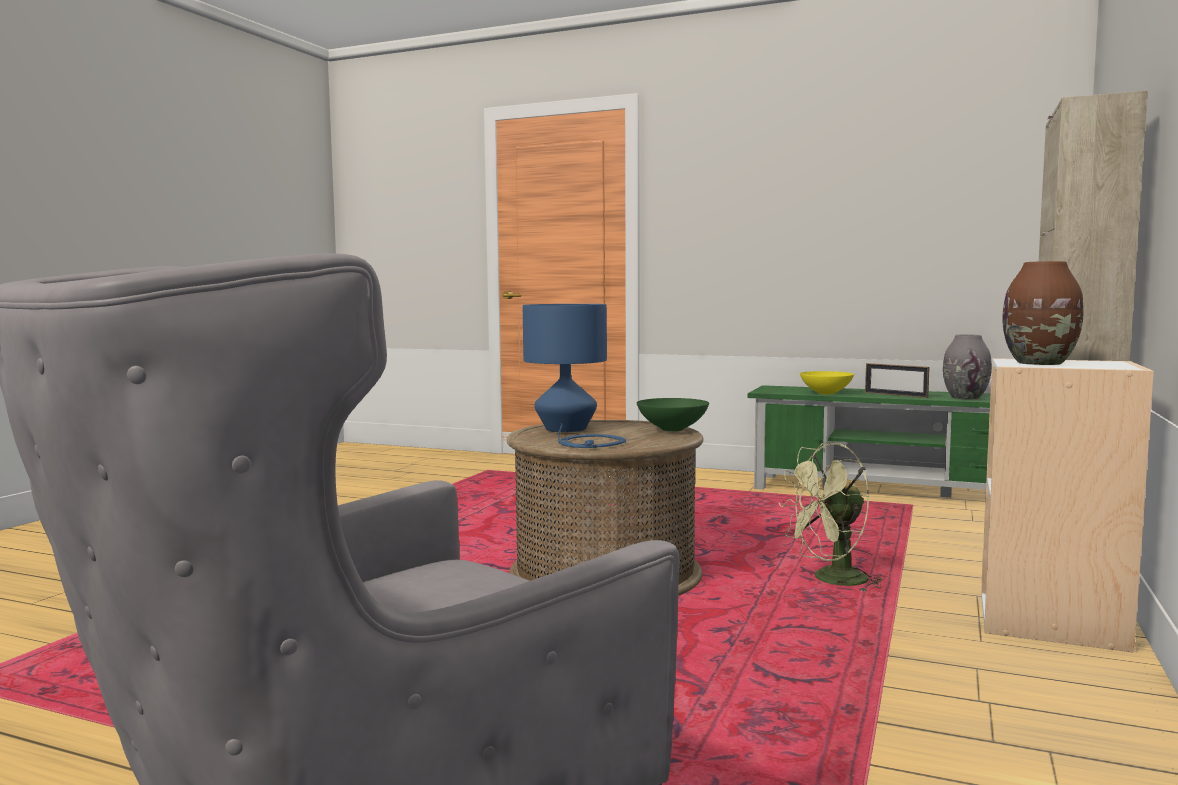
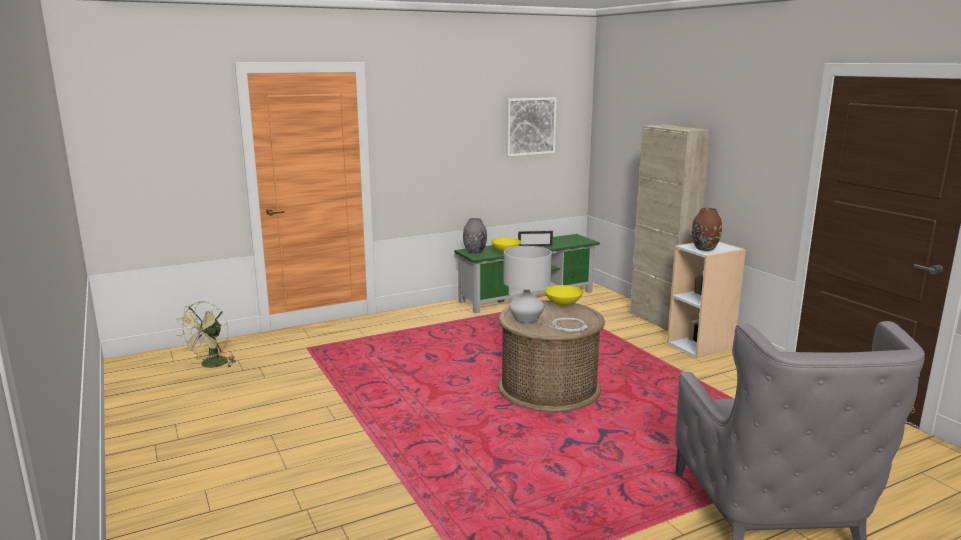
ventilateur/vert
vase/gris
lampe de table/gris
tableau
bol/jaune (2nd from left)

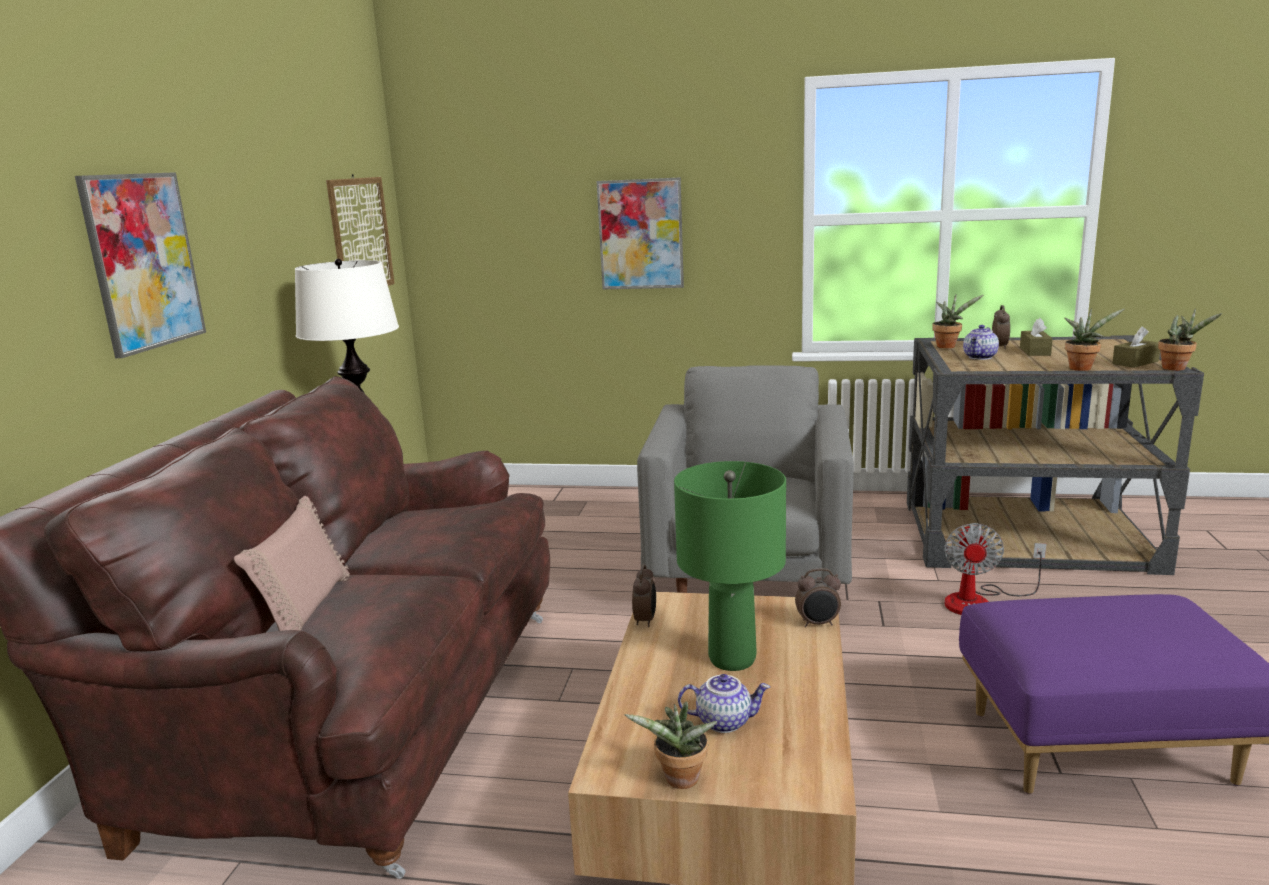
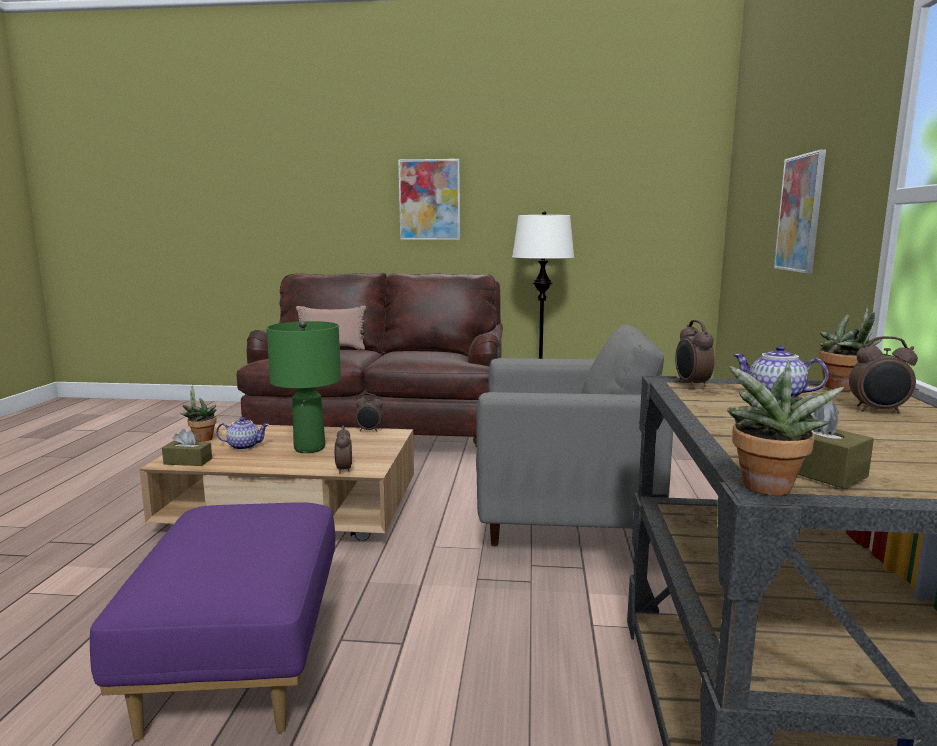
boîte à mouchoirs/marron (1st from left)
théière (1st from left)
réveil (3rd from left)
tableau (2nd from left in the first image)
ventilateur
plante en pot (3rd from left in the first image)

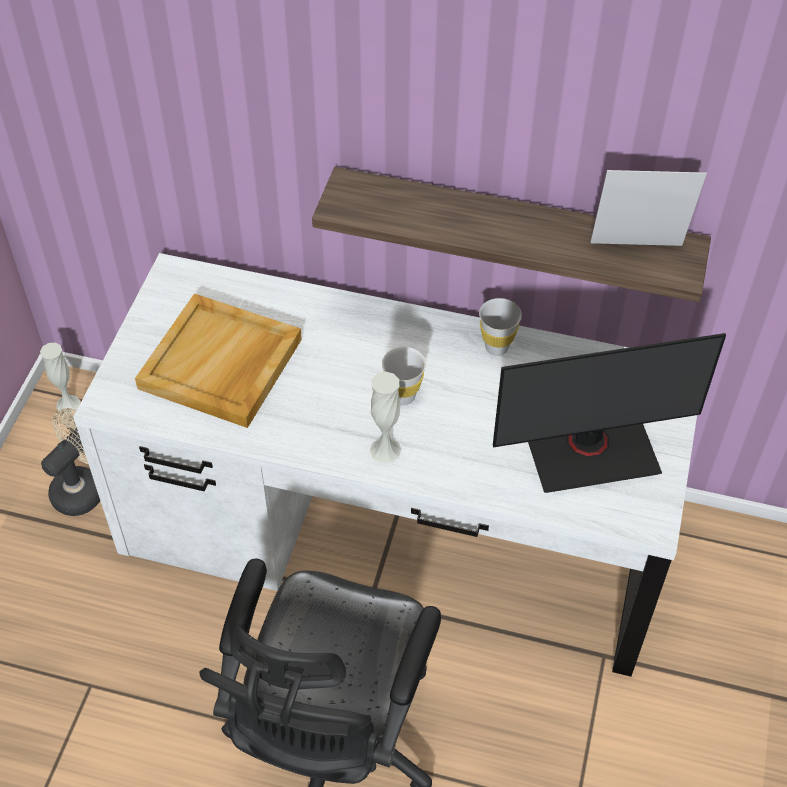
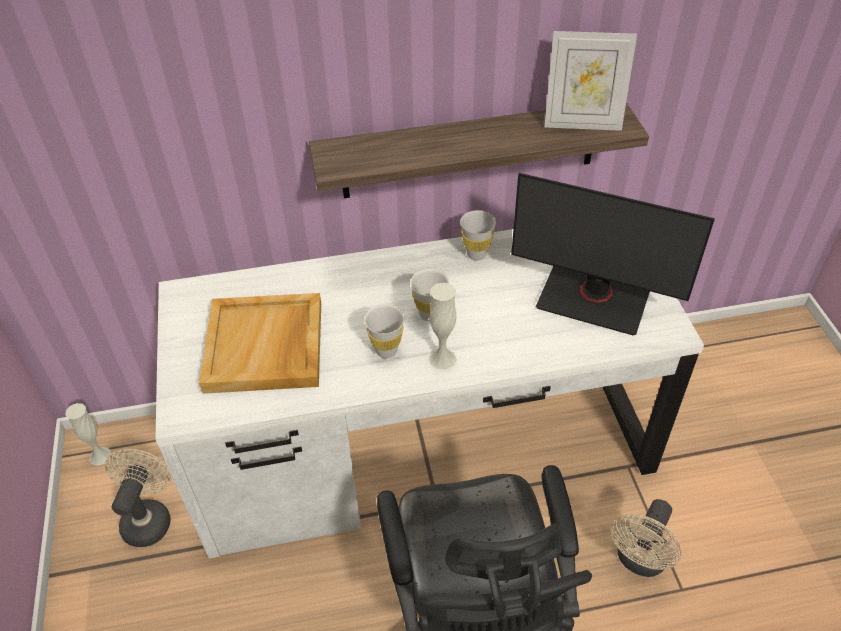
tasse/blanc (1st from left)
écran d'ordinateur
cadre photo
ventilateur/beige (2nd from left)

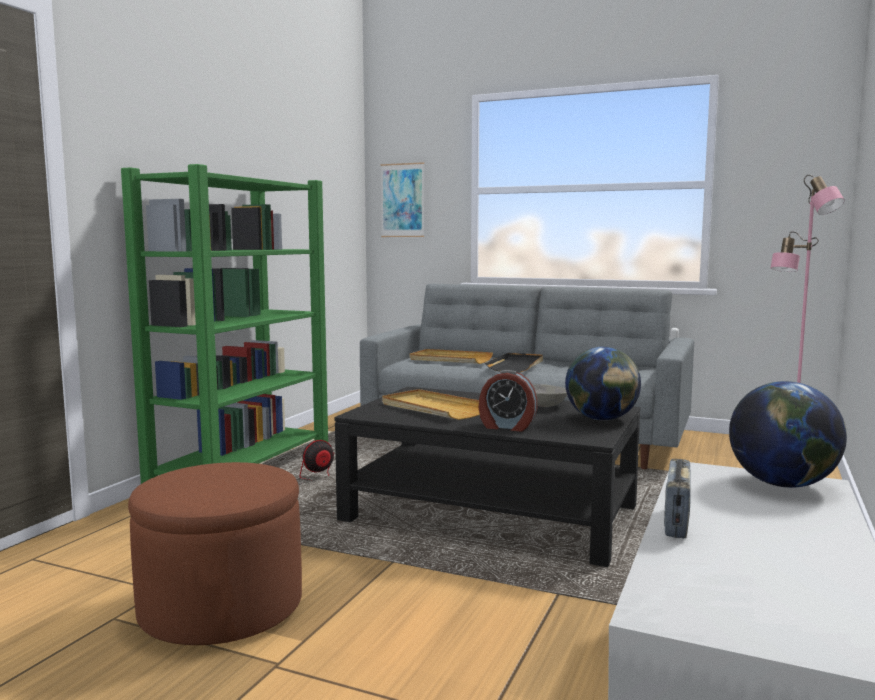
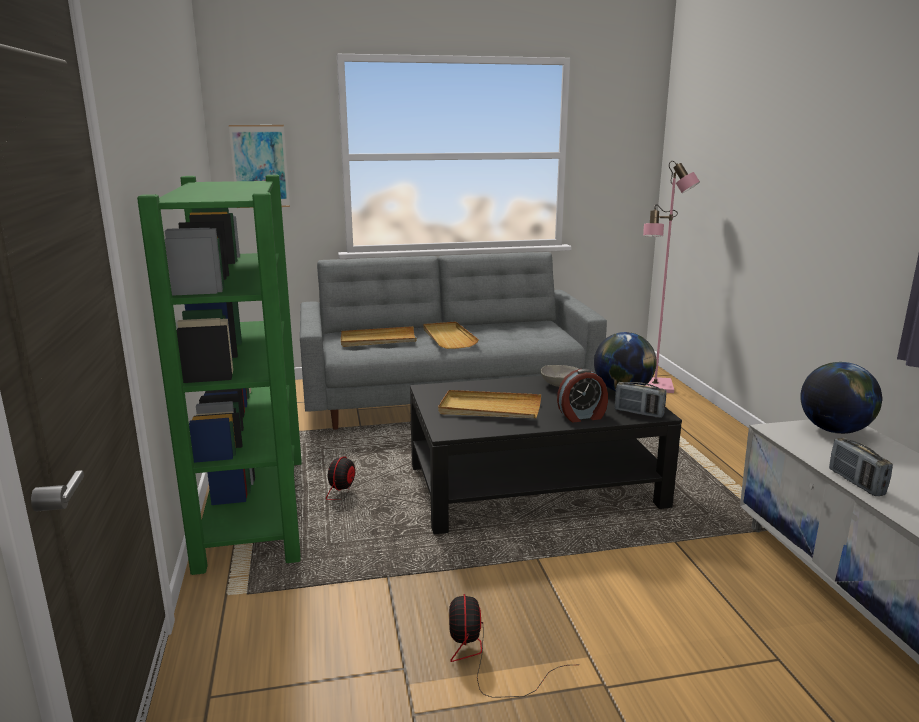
plateau/beige (2nd from left)
ventilateur (2nd from left)
radio (1st from left)

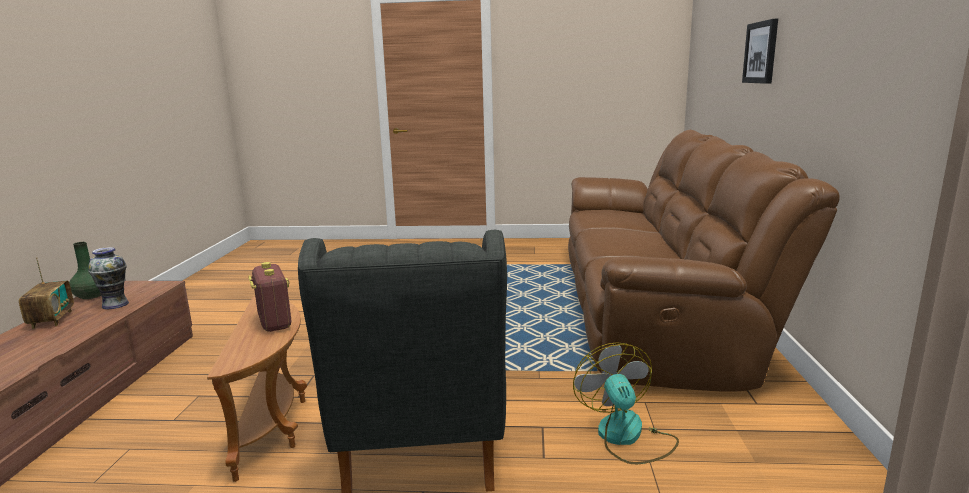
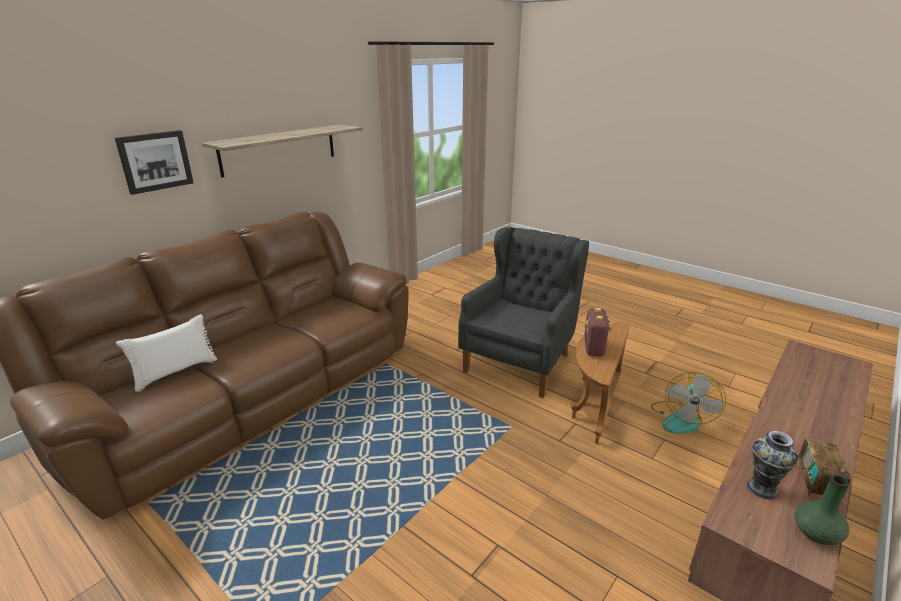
coussin/blanc
étagère
ventilateur

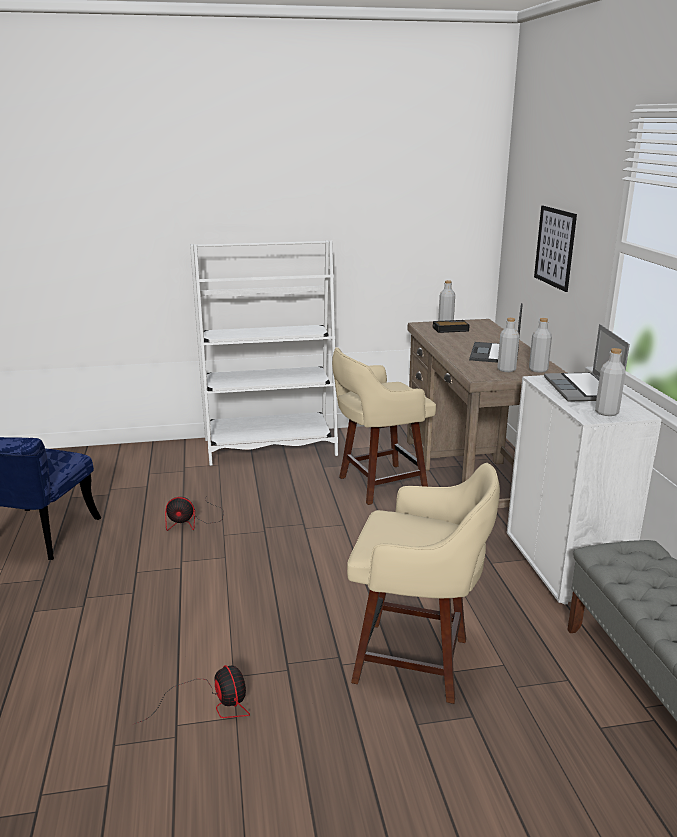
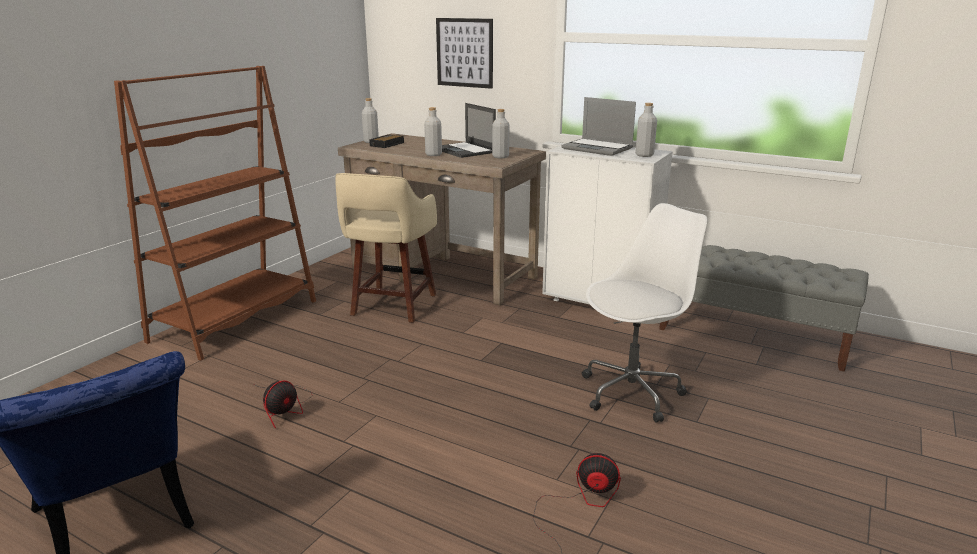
bibliothèque/marron
bouteille/gris (2nd from left)
chaise de bureau/blanc

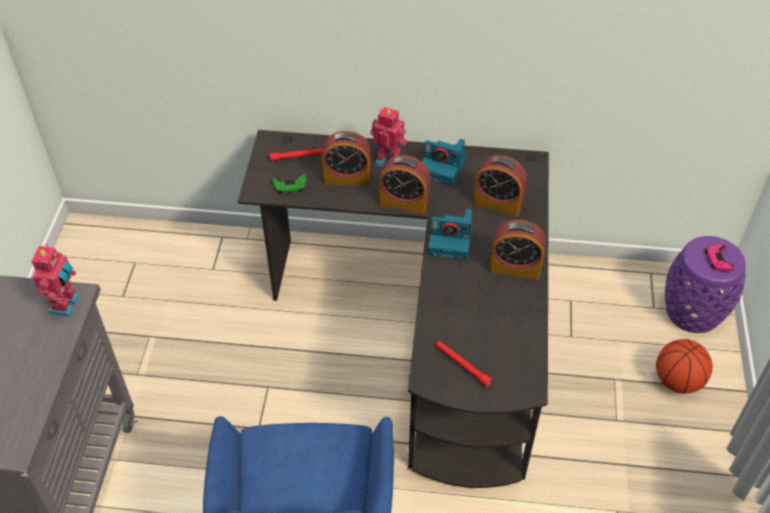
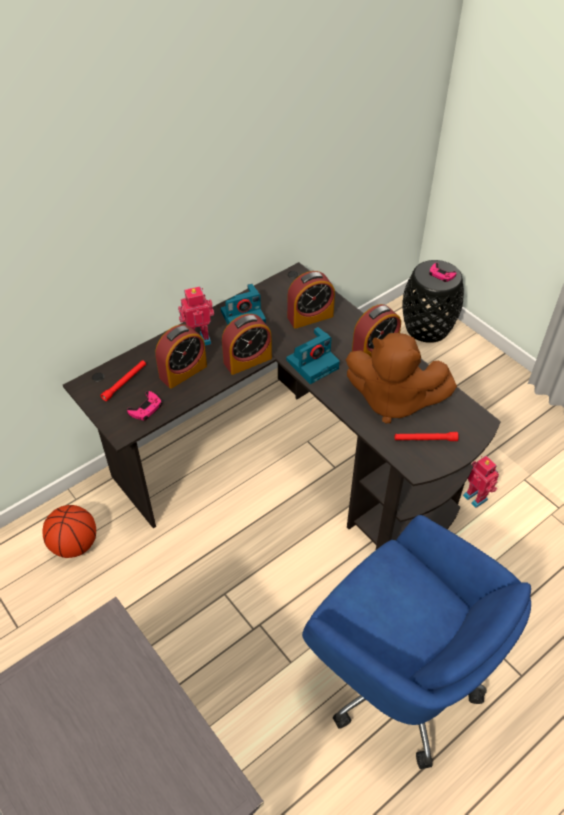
ballon de basket
manette/rose (1st from left)
peluche/marron
tabouret/noir
robot jouet (2nd from left)

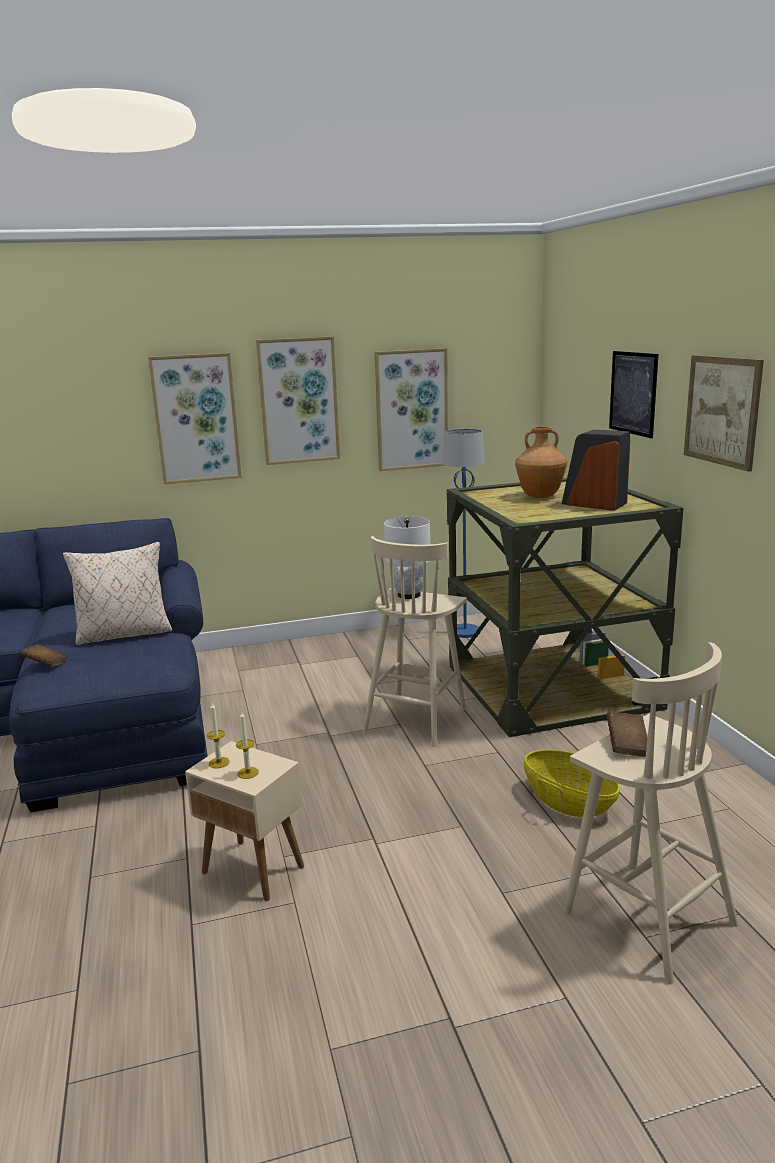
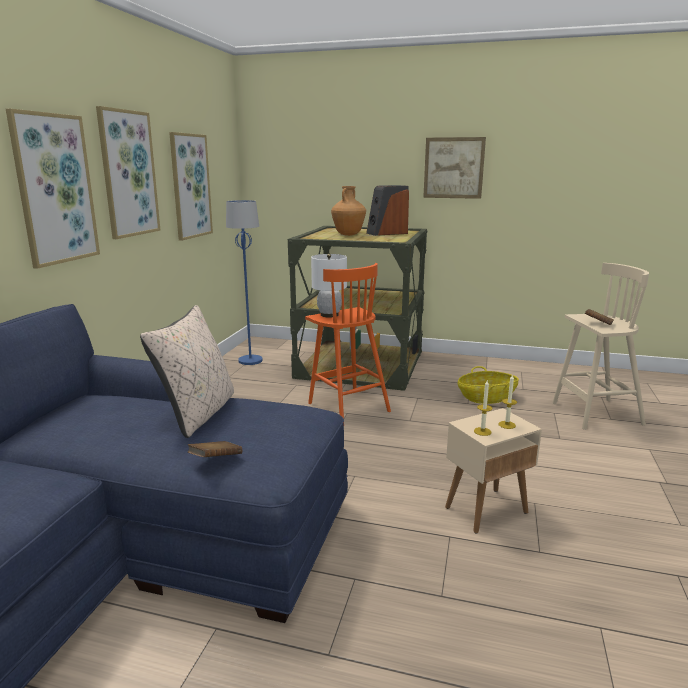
tabouret/orange
tableau (4th from left in the first image)

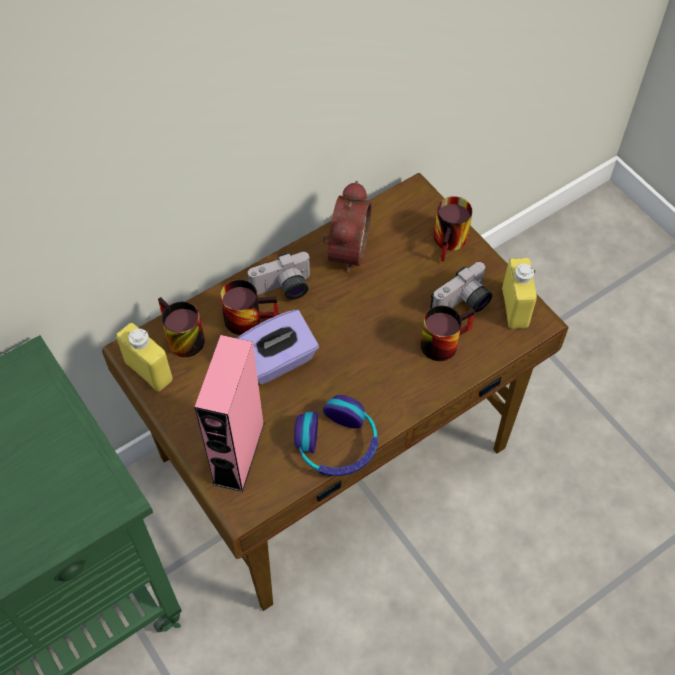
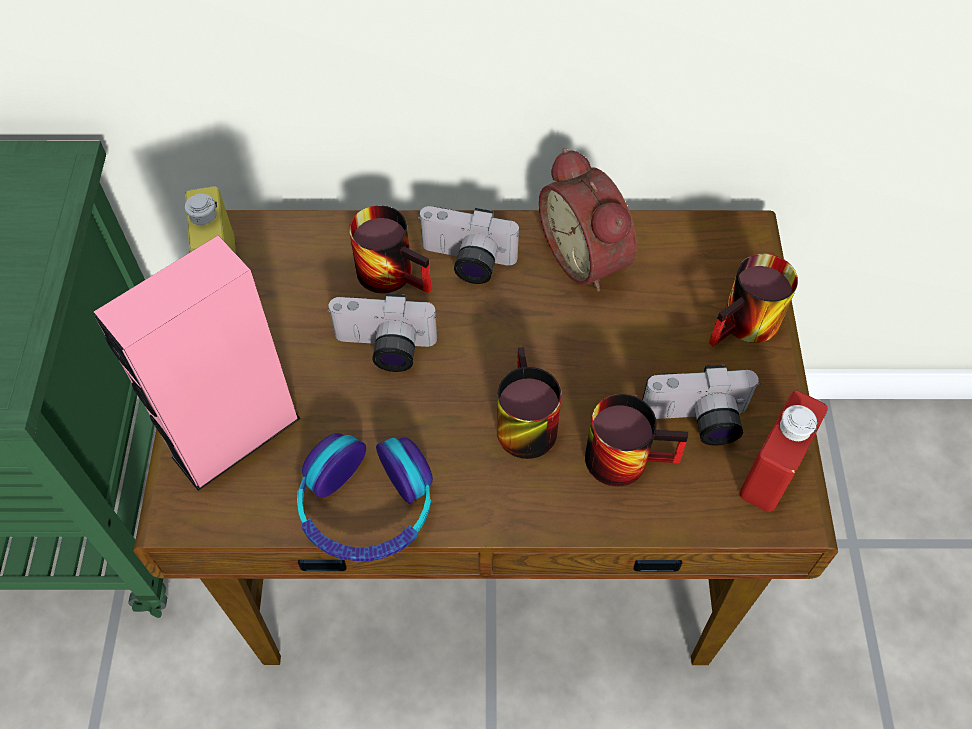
appareil photo (1st from left)
mug (2nd from left)
réveil
bouteille/rouge

